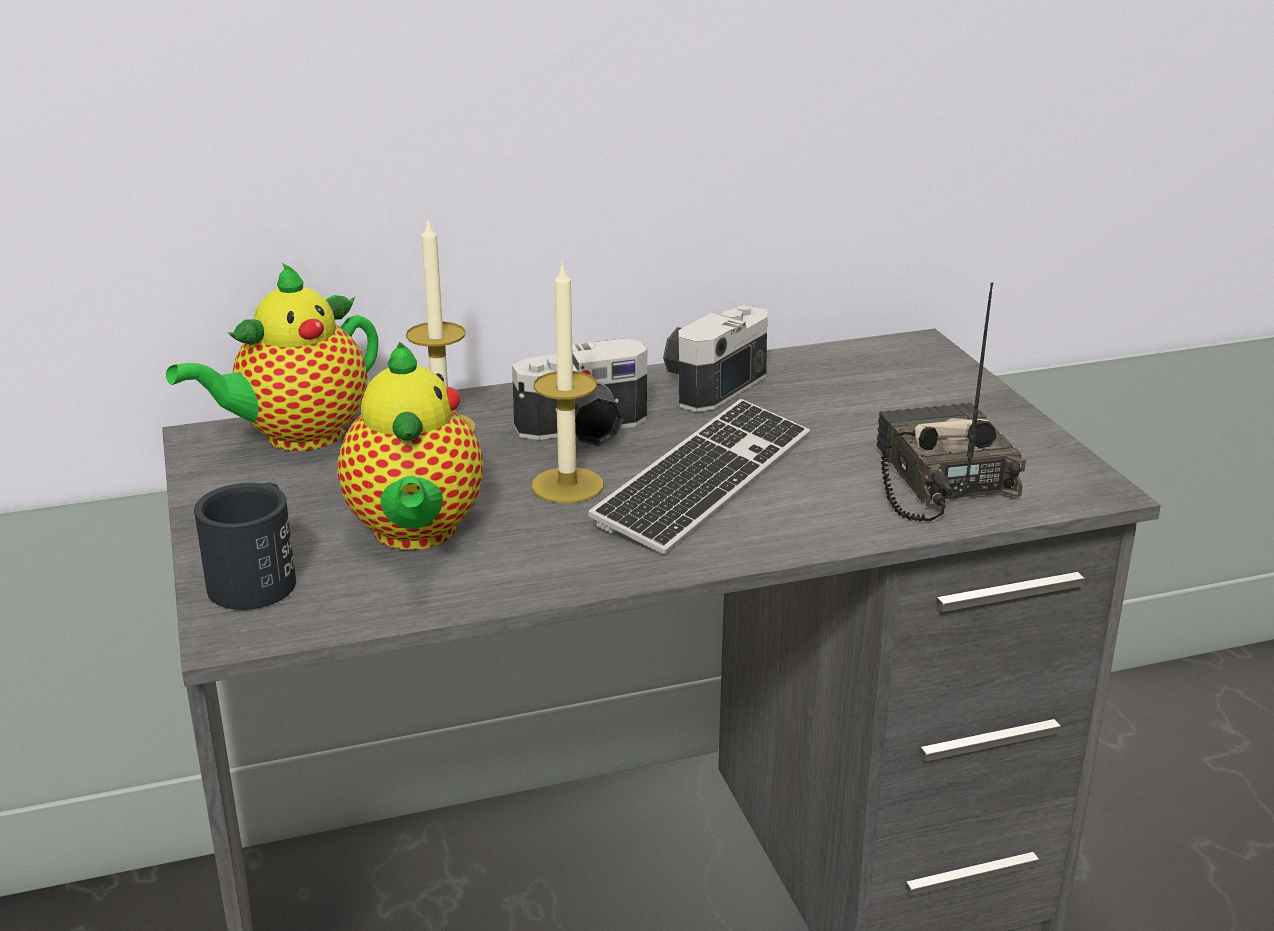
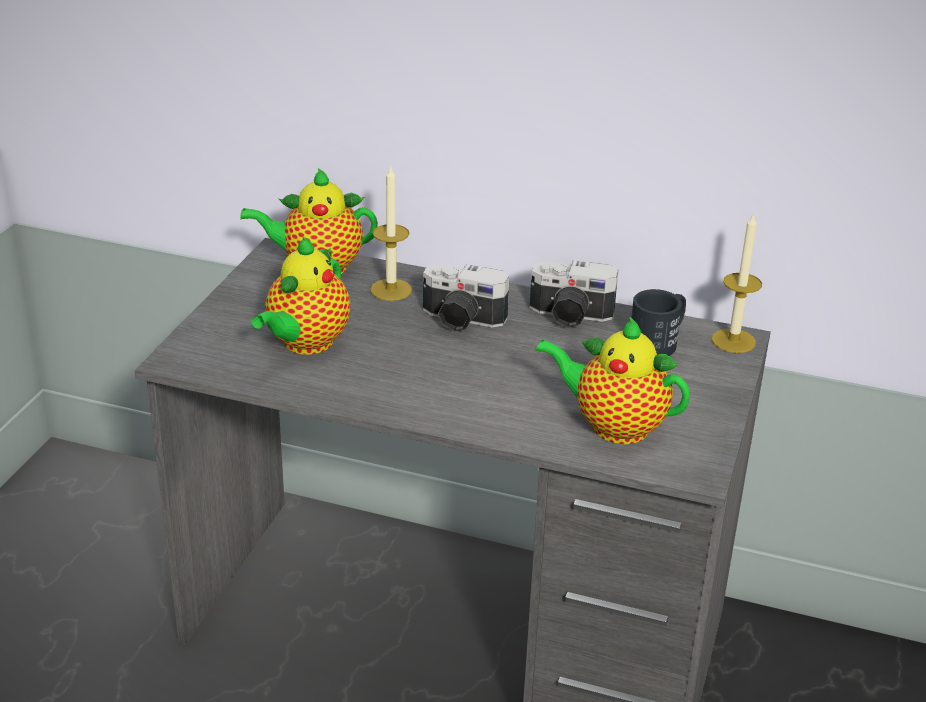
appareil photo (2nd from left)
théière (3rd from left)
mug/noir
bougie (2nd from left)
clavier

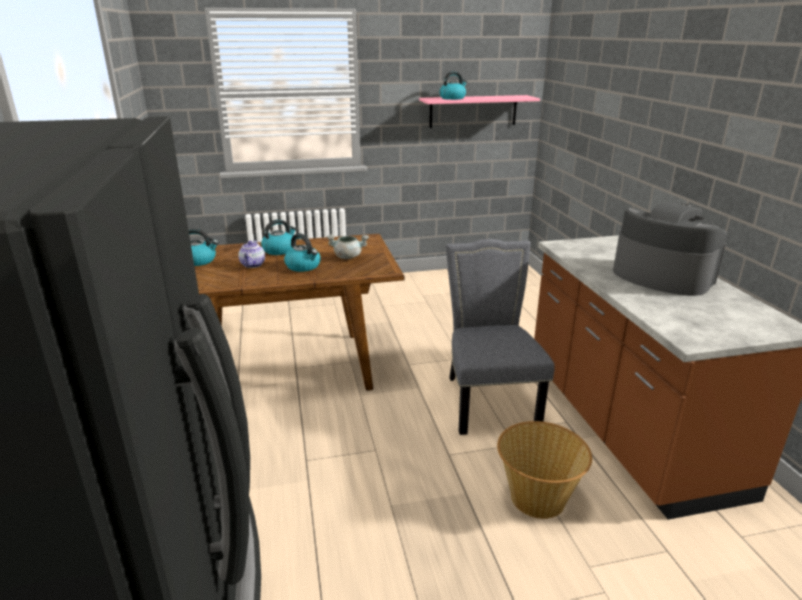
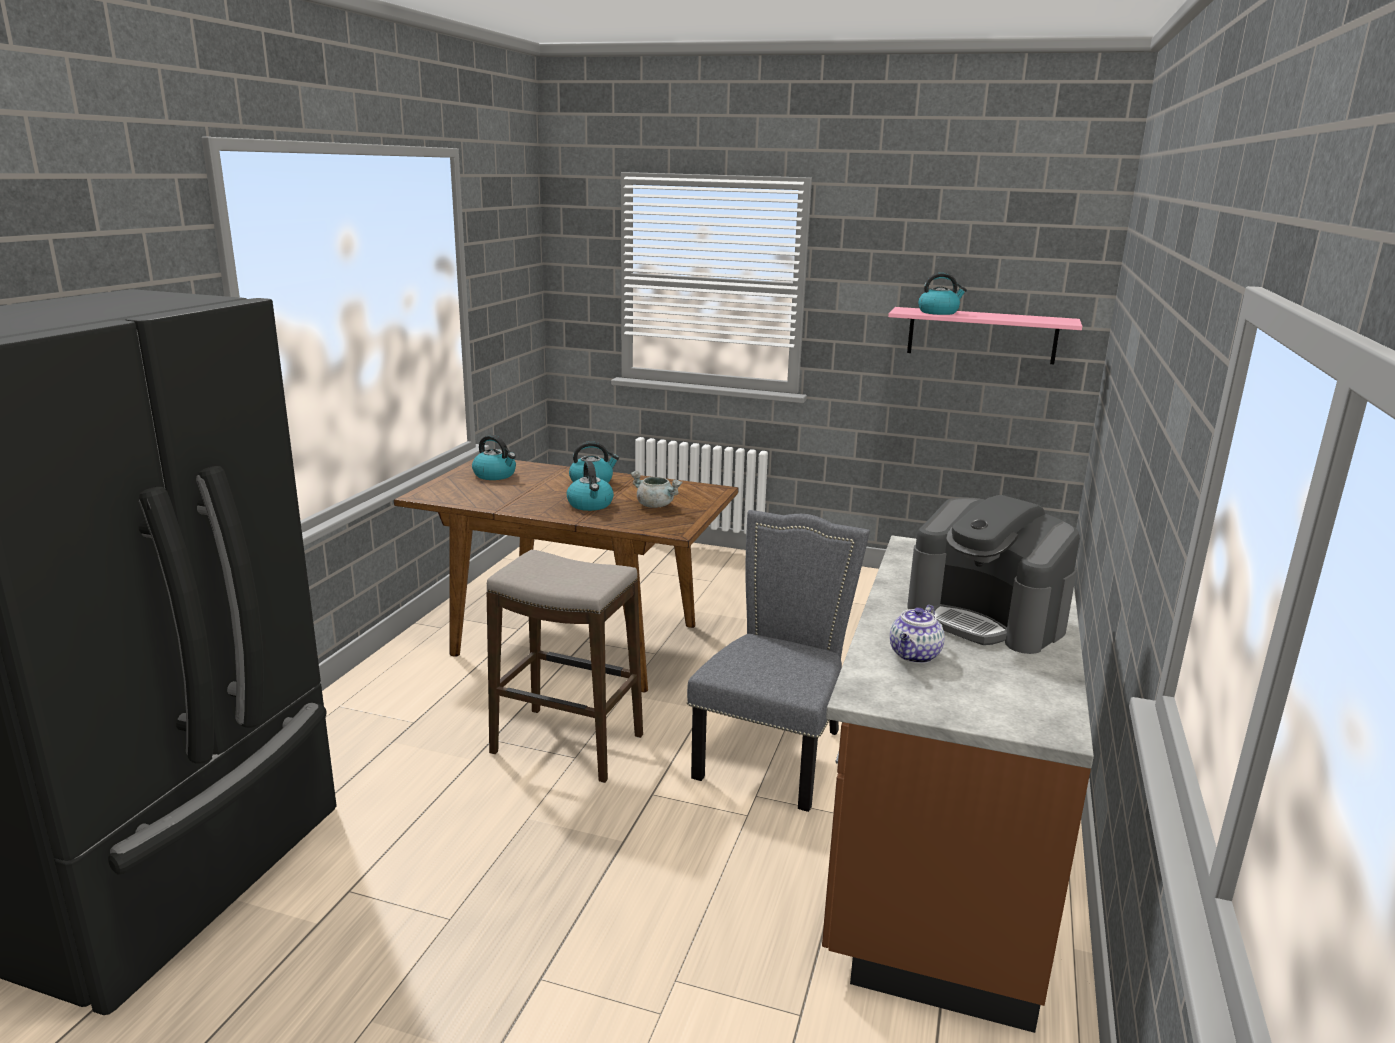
tabouret
théière
machine à café
panier

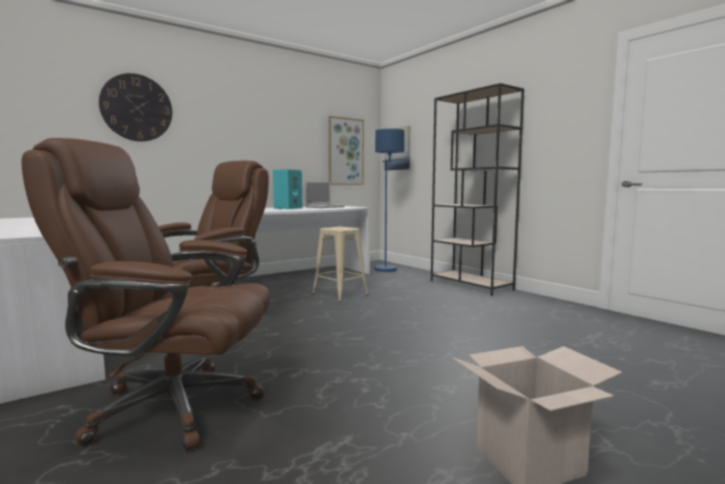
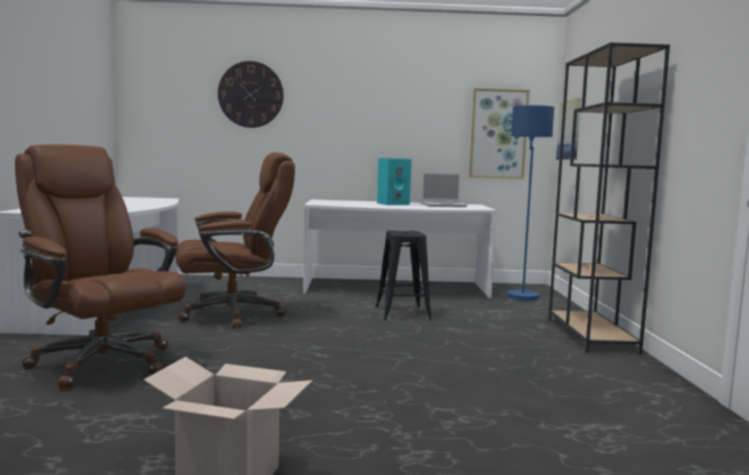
tabouret/noir

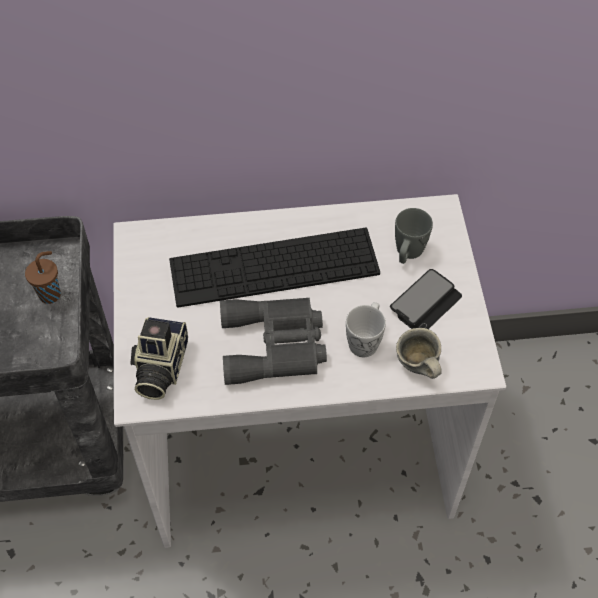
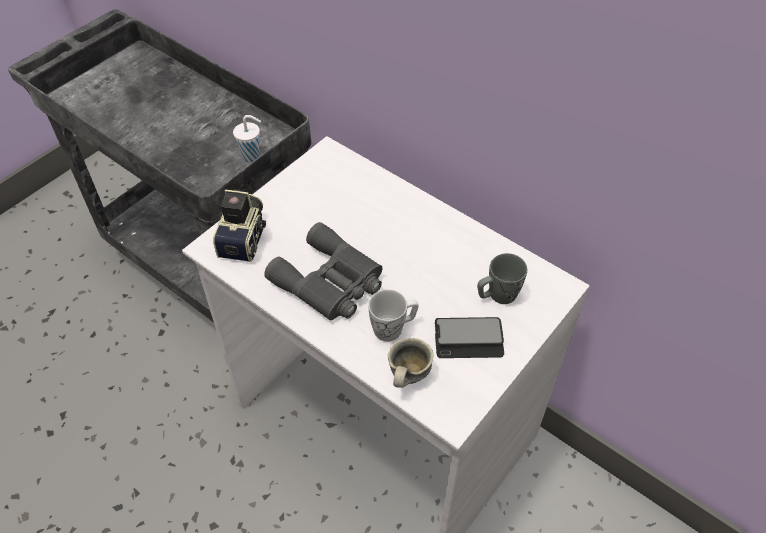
appareil photo
tasse/blanc
clavier

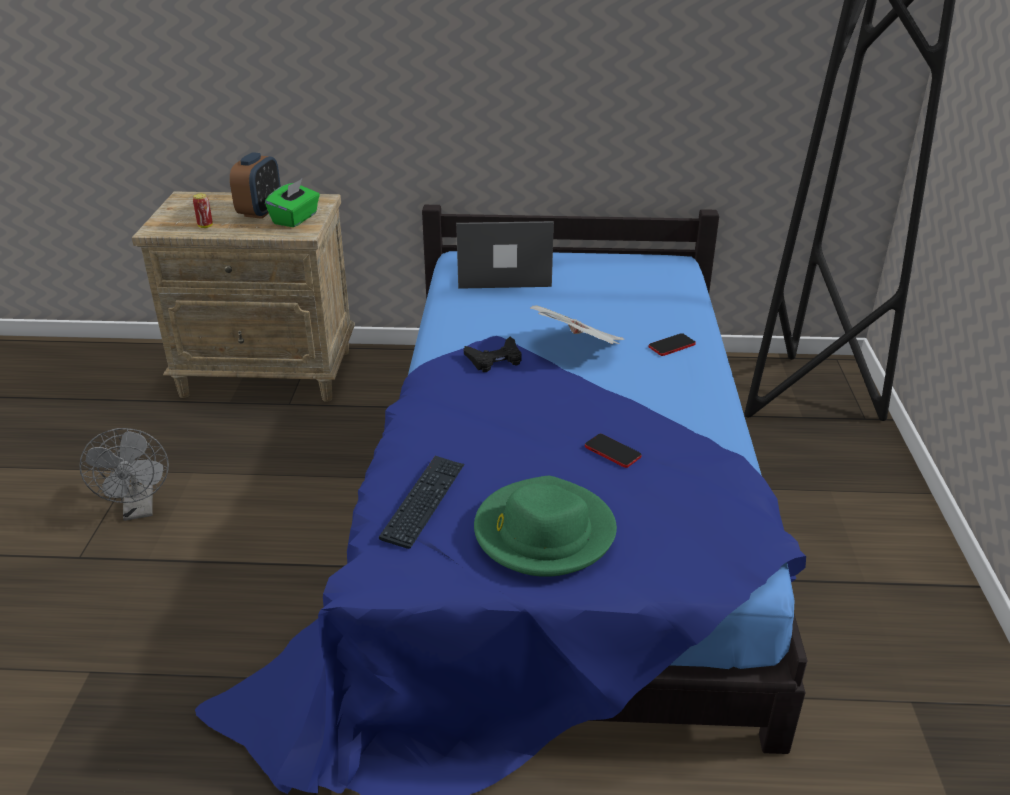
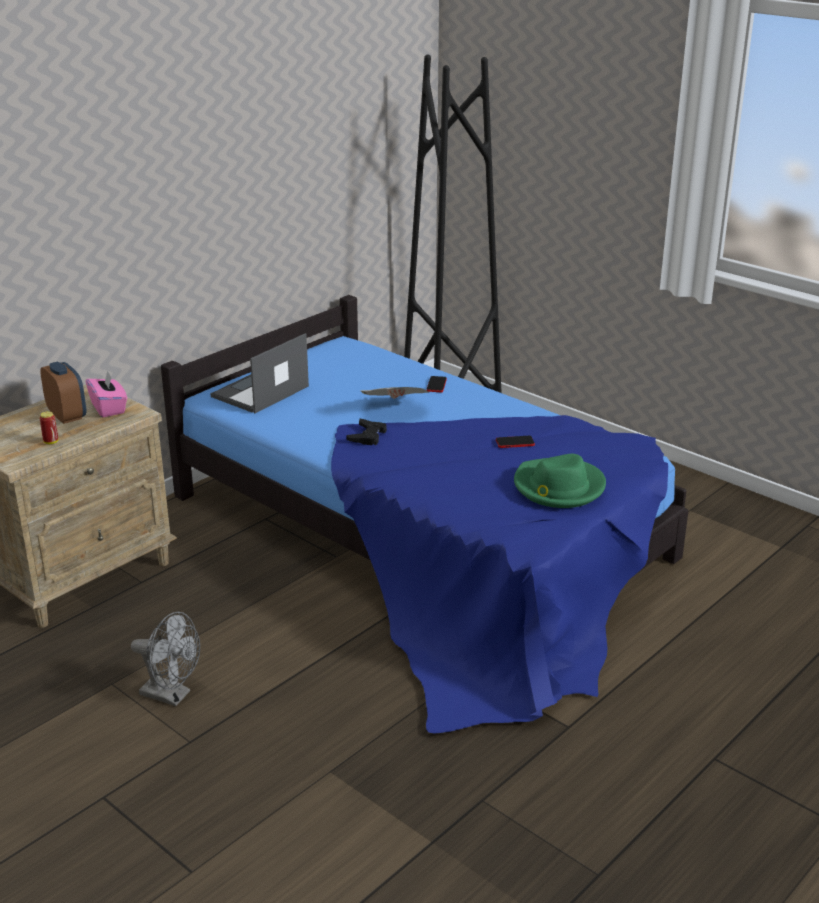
boîte à mouchoirs/rose
clavier

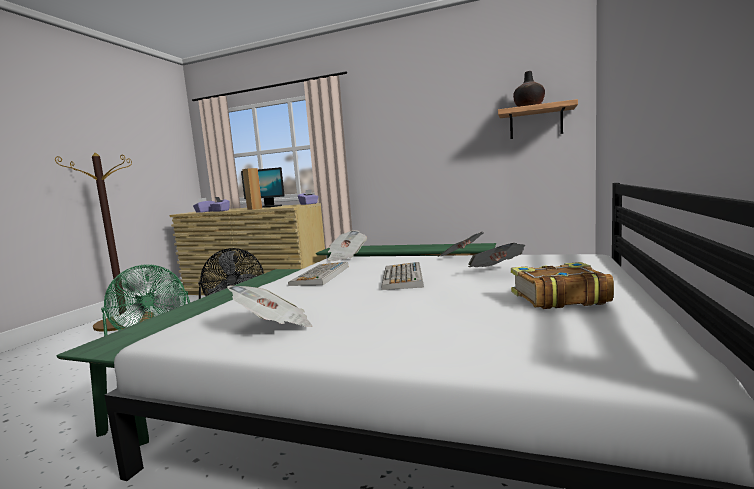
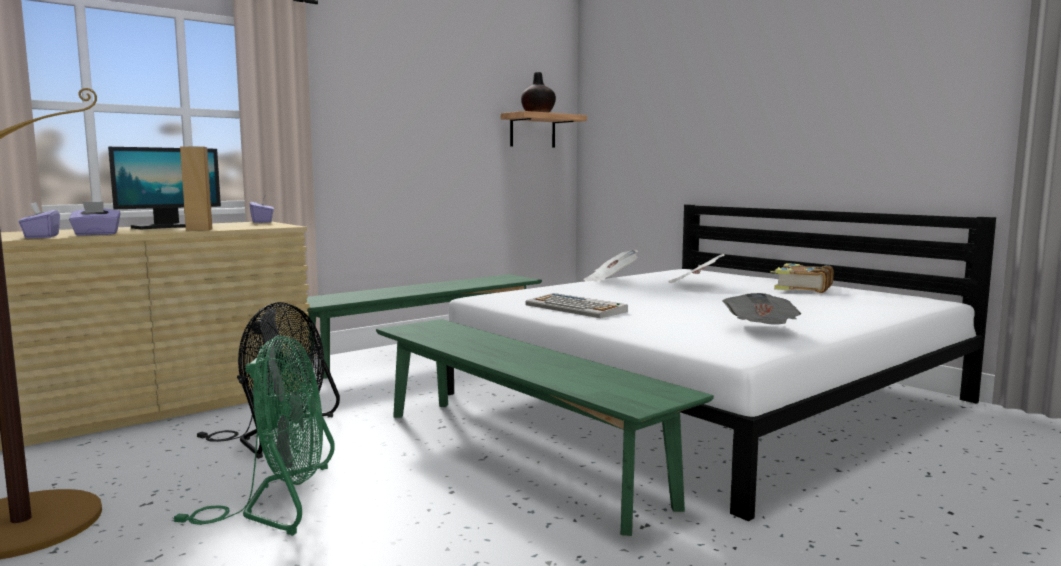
journal (2nd from left in the first image)
clavier (2nd from left in the first image)

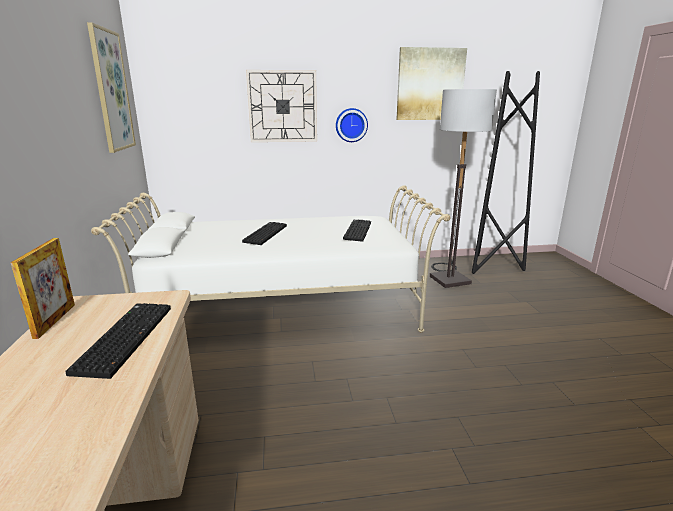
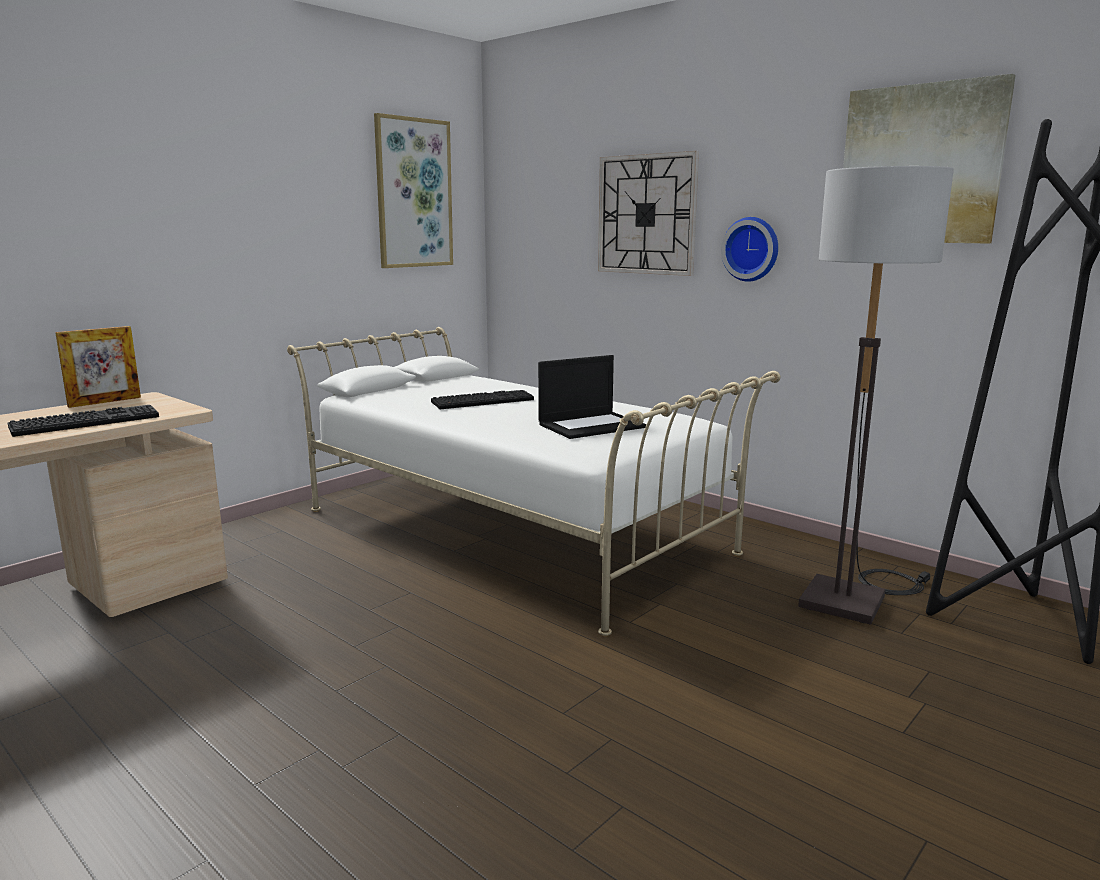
ordinateur portable

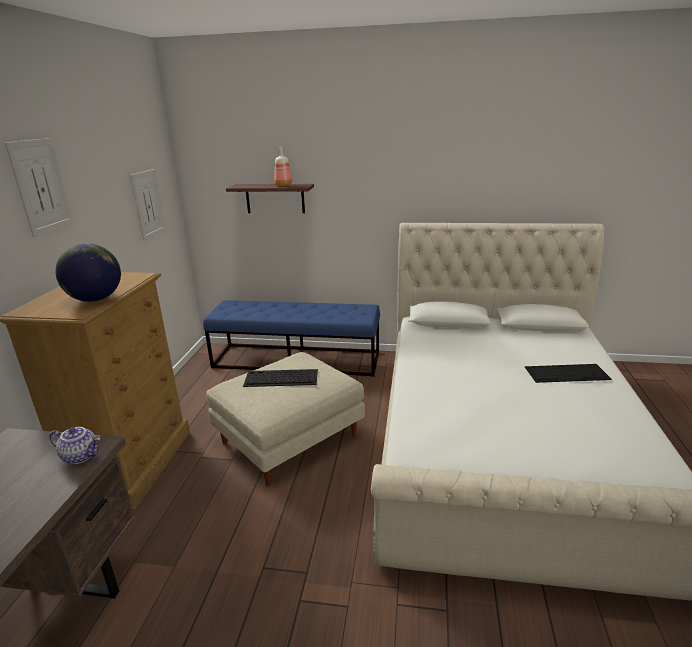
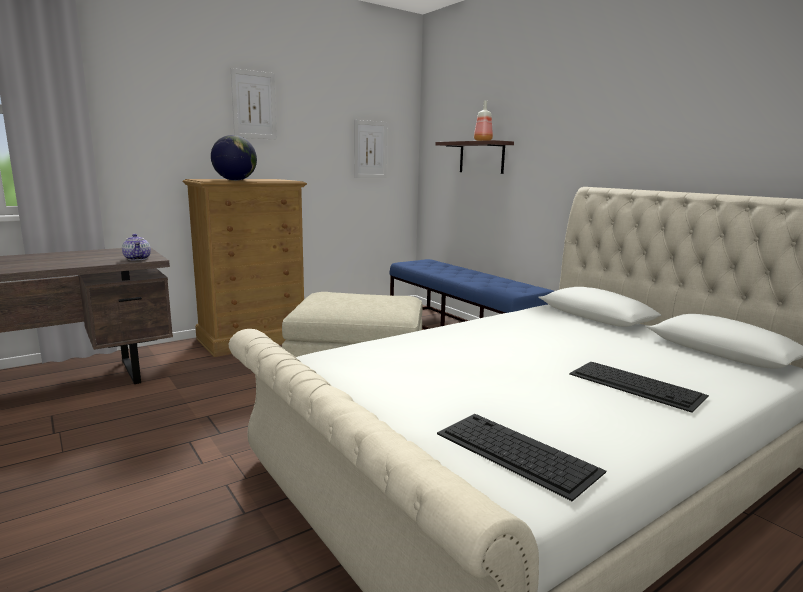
clavier (1st from left)

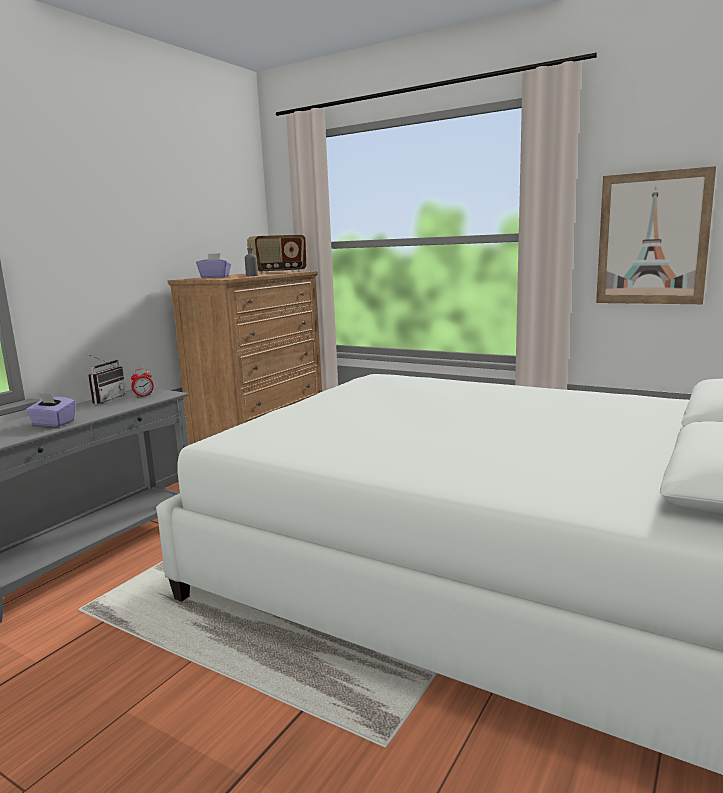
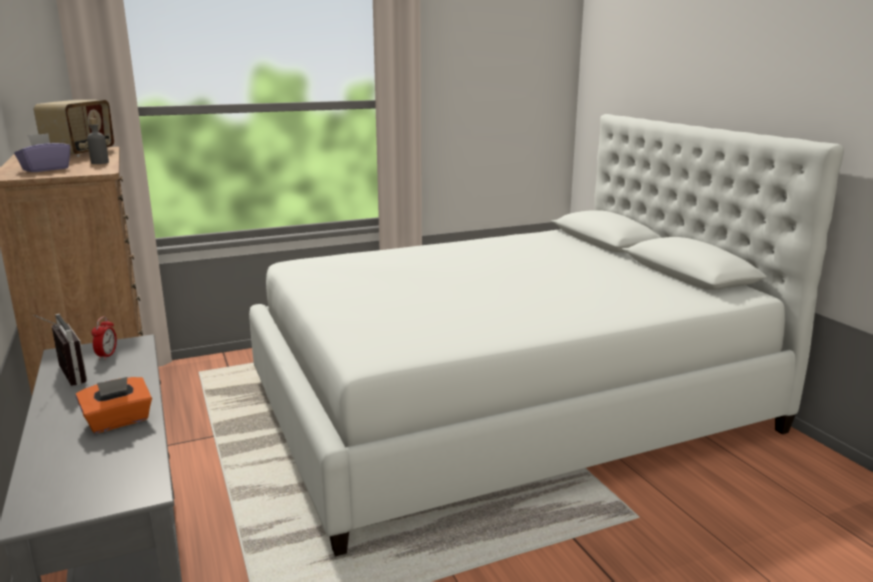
boîte à mouchoirs/orange
tableau

